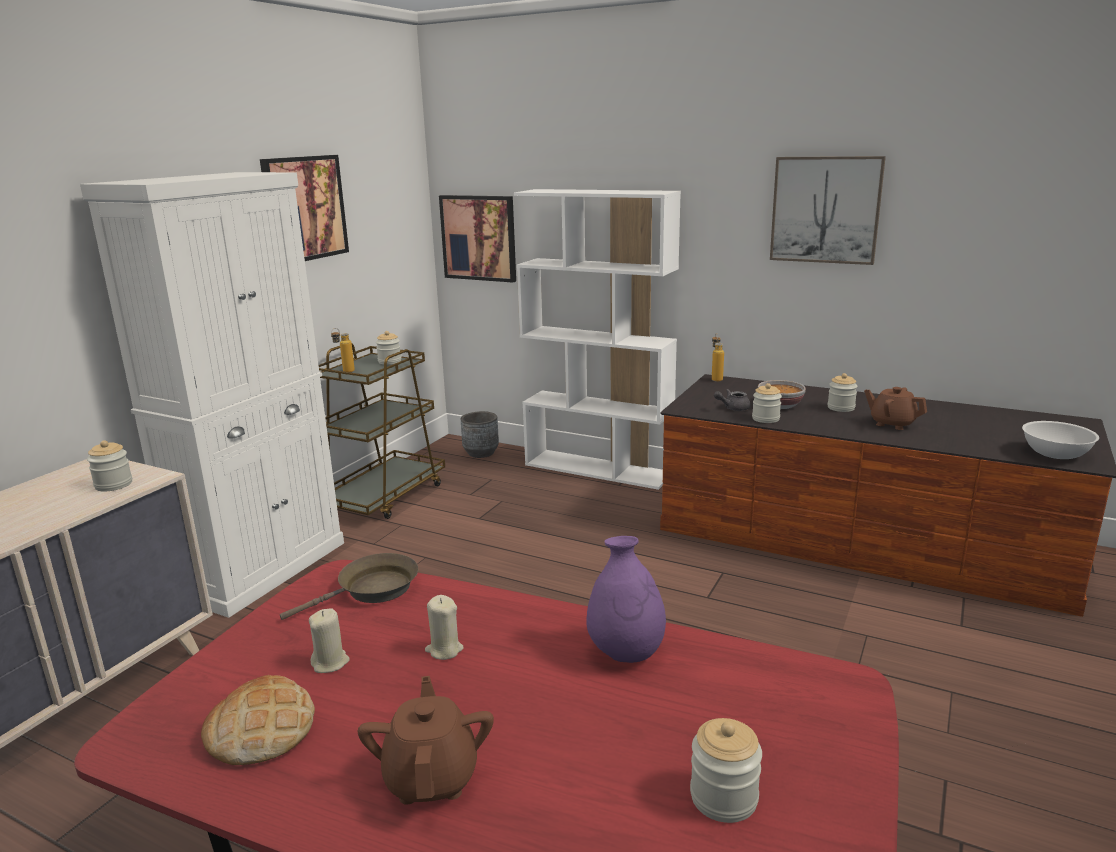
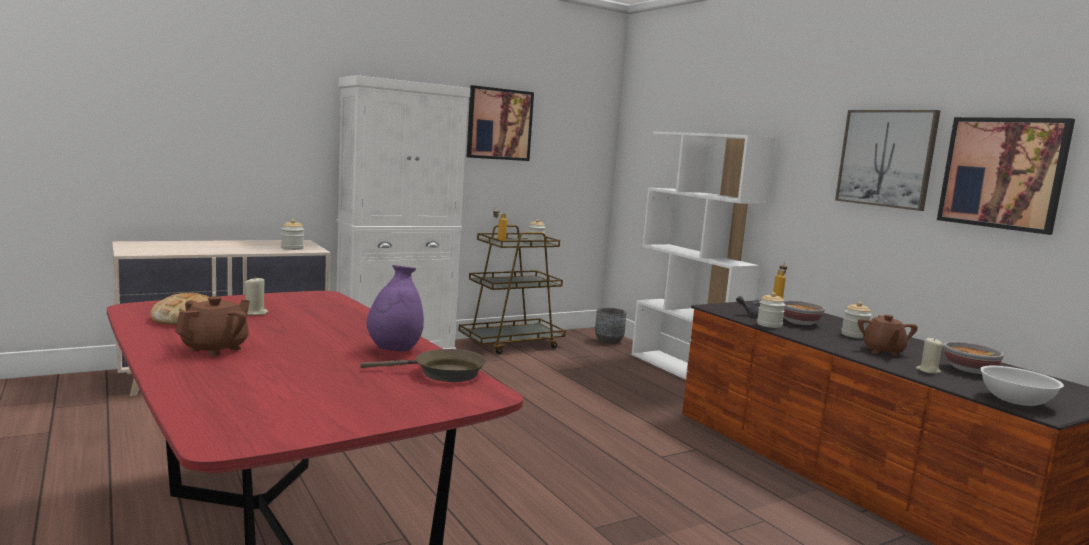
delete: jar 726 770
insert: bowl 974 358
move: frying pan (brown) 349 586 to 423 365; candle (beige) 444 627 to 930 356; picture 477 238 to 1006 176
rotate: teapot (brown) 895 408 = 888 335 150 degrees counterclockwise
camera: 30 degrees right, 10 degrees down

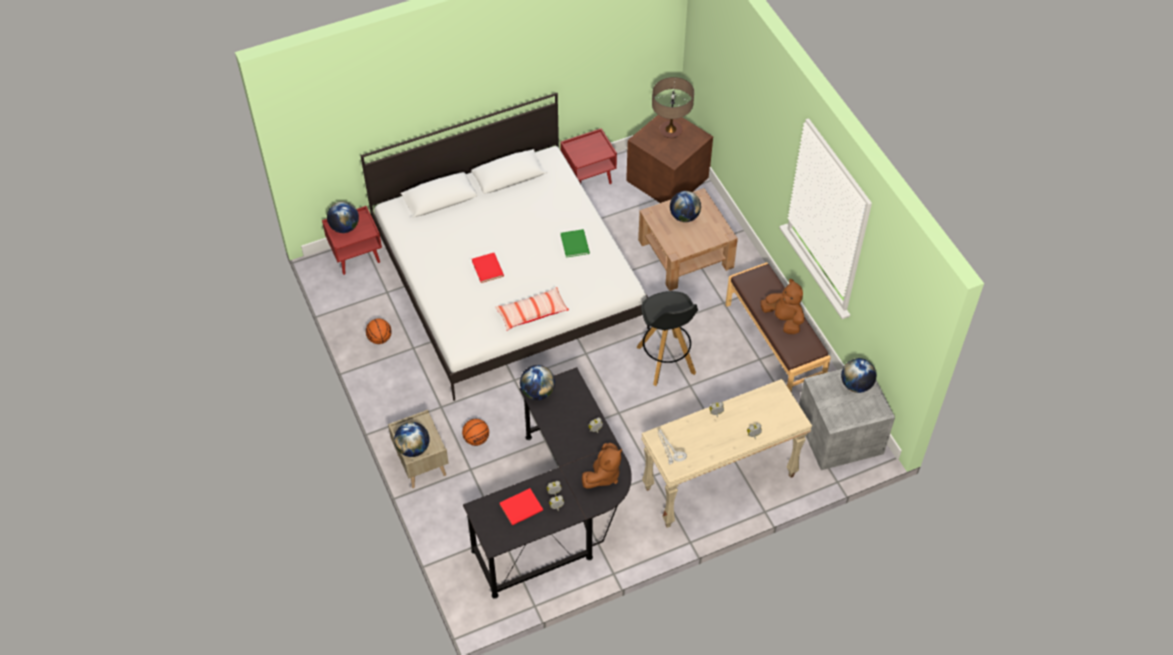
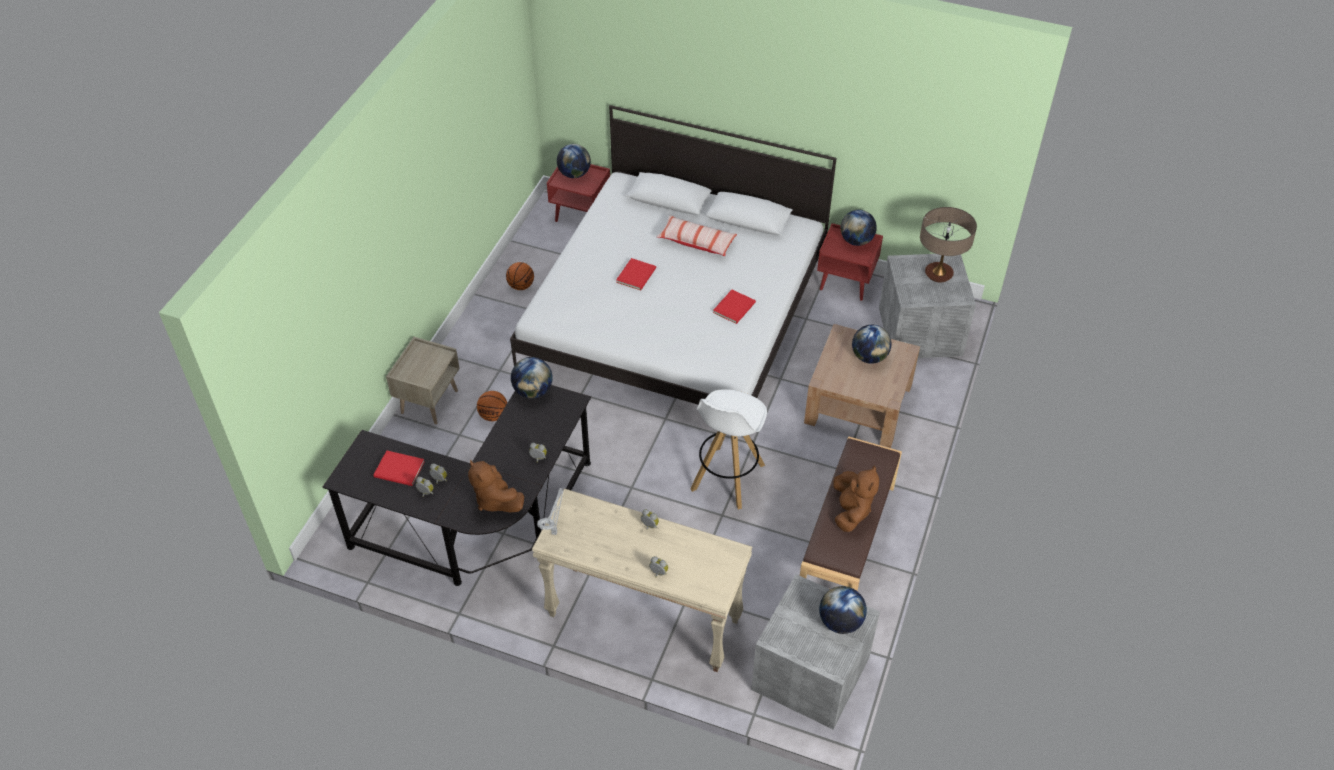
move: globe 411 439 to 859 228; pillow 532 309 to 697 235
recolor: book (green) 575 243 to book (red) 734 307; storage box (brown) 669 159 to storage box (grey) 927 306; stool (black) 667 338 to stool (white) 728 449
rotate: plush toy (brown) 602 465 = 496 486 60 degrees clockwise
camera: 45 degrees right, 5 degrees down

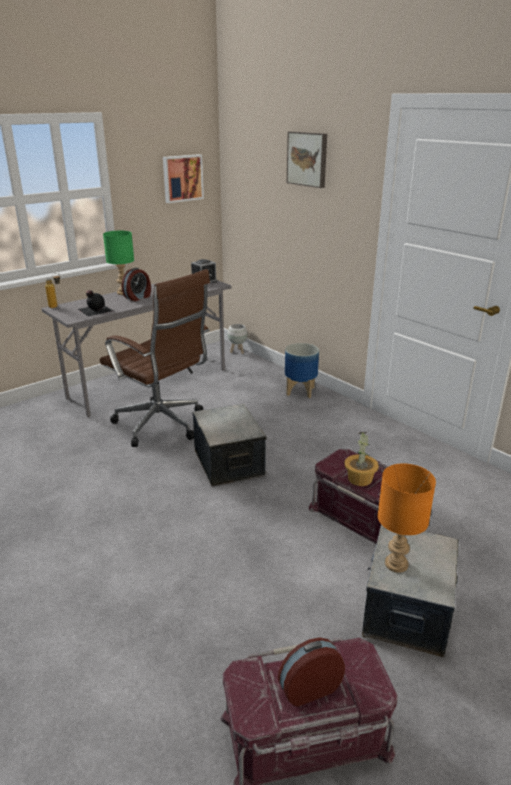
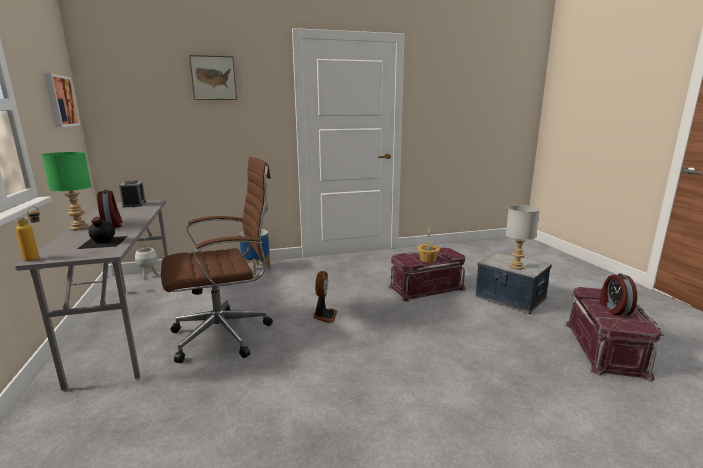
replace: storage box 230 445 to fan 325 297
recolor: table lamp (orange) 407 518 to table lamp (grey) 523 237
camera: 65 degrees left, 10 degrees down

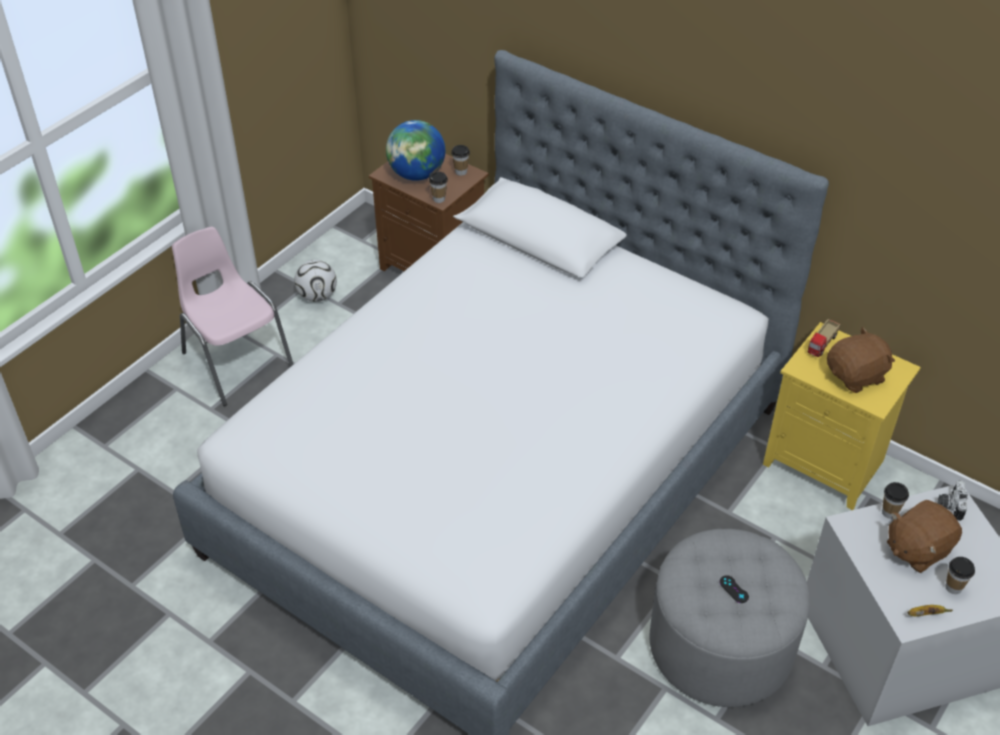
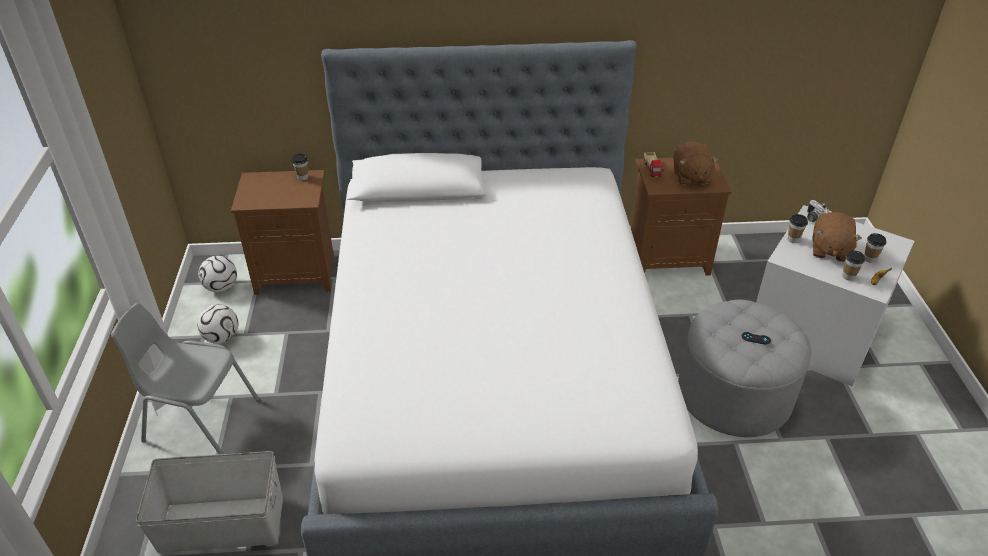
delete: globe 415 150
insert: storage box (grey) 209 502; football 217 274
move: cup 438 187 to 853 265
recolor: chair (pink) 232 316 to chair (grey) 185 378; nightstand (yellow) 842 416 to nightstand (brown) 681 216
rotate: plush toy (brown) 861 360 = 696 164 150 degrees clockwise
camera: 40 degrees left, 5 degrees down

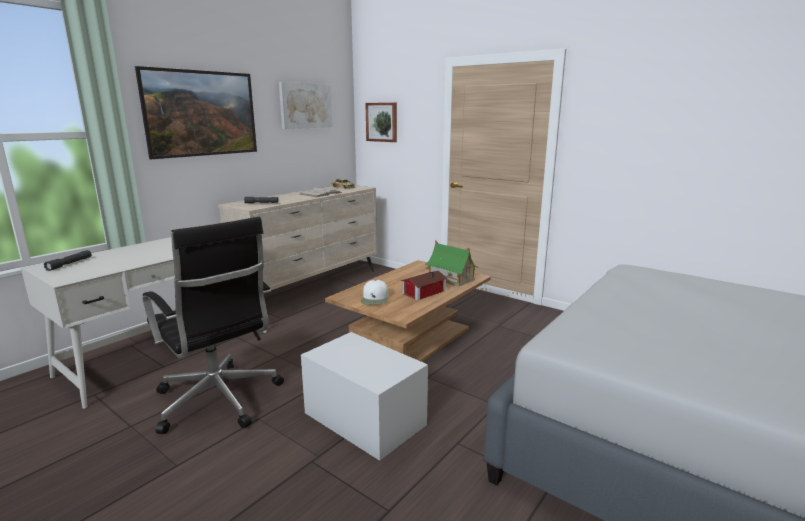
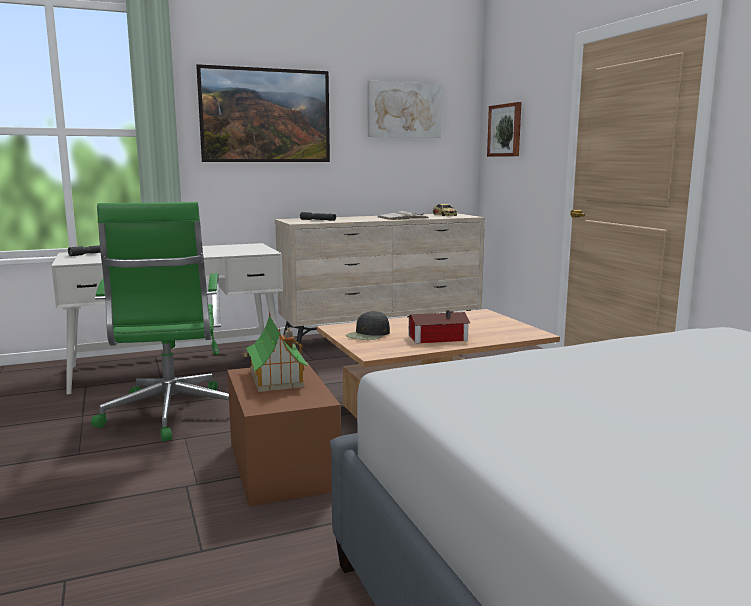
move: toy house 451 263 to 276 351
recolor: office chair (black) 213 325 to office chair (green) 160 322; storage box (white) 364 396 to storage box (brown) 284 434; cap (white) 374 292 to cap (black) 368 325
camera: 30 degrees right, 5 degrees down

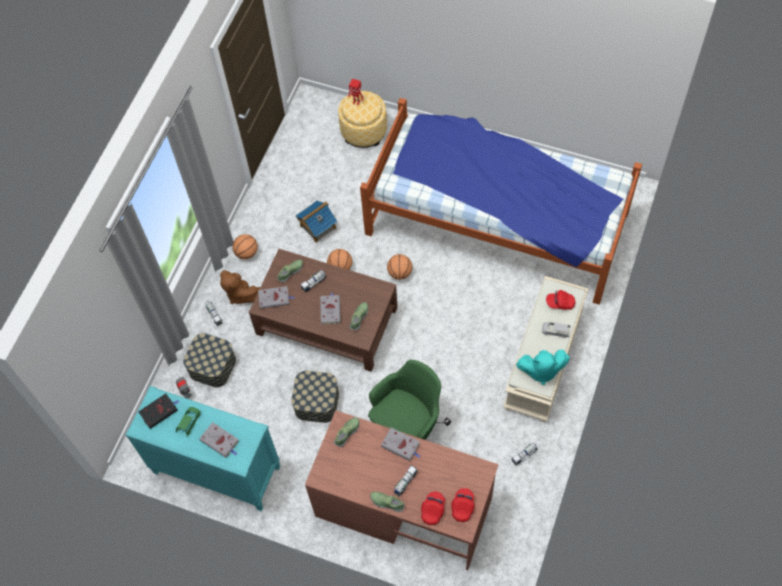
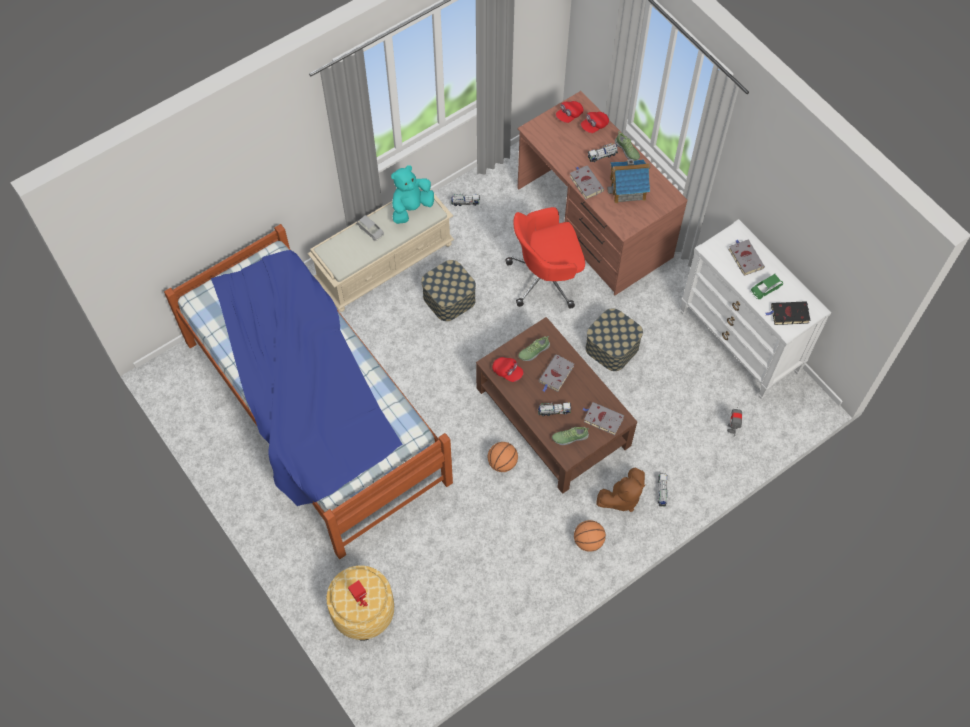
delete: shoe 347 432; basketball 400 267
move: storage box 209 360 to 448 290; toy house 316 221 to 628 181; cap (red) 560 300 to 508 369
recolor: dresser (turquoise) 202 449 to dresser (white) 755 309; office chair (green) 409 400 to office chair (red) 545 258
rotate: plush toy (brown) 240 287 = 620 490 75 degrees clockwise; plush toy (turquoise) 543 367 = 412 194 75 degrees counterclockwise
camera: 150 degrees left, 0 degrees up

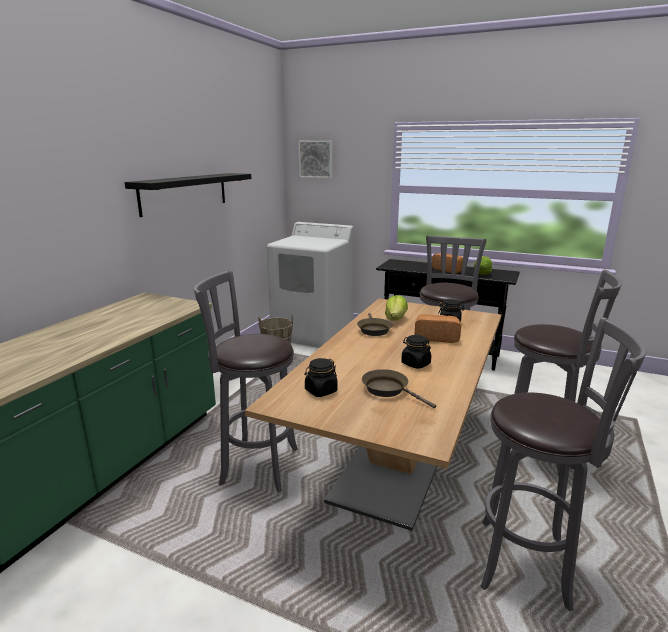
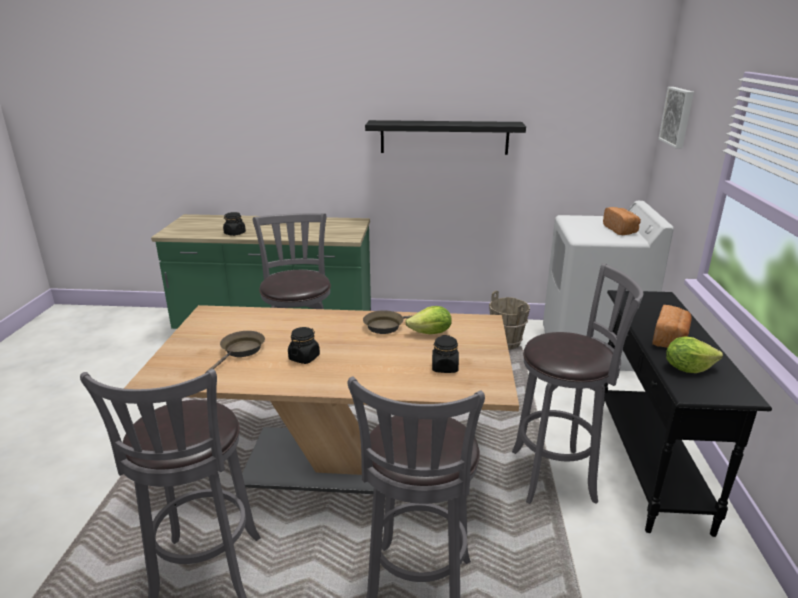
move: jar (black) 321 377 to 234 224; bread 437 328 to 622 221
camera: 70 degrees right, 5 degrees up

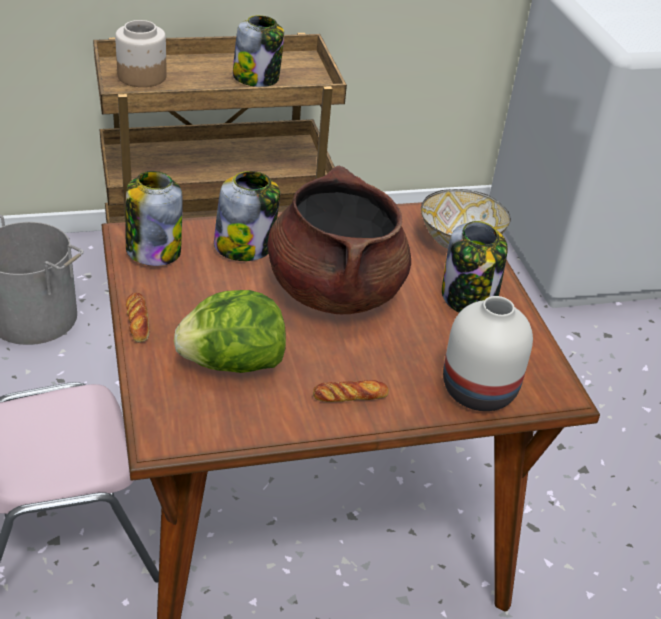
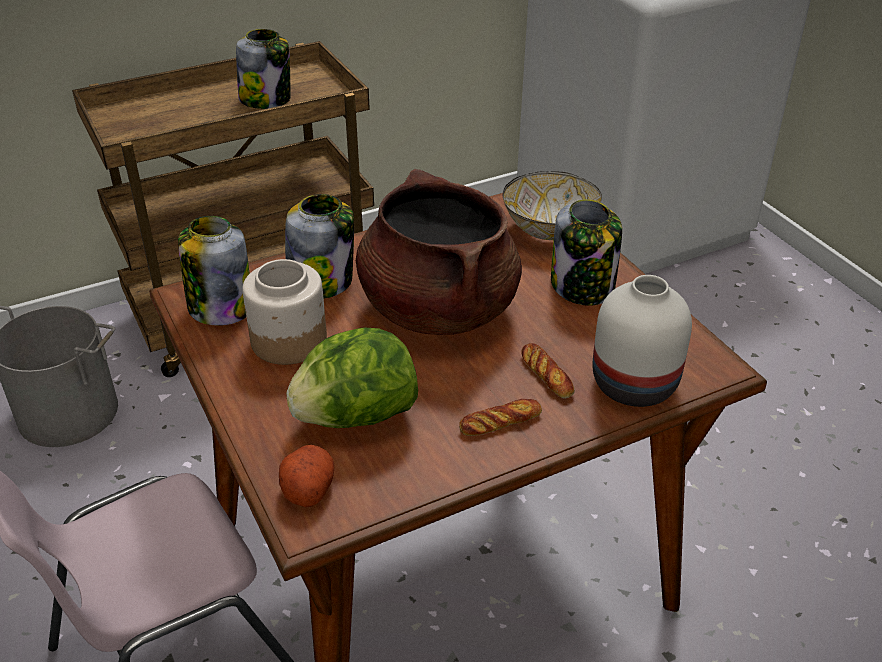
insert: potato 306 476
move: jar 141 53 to 284 312; bread 137 318 to 548 371
camera: 10 degrees left, 0 degrees up

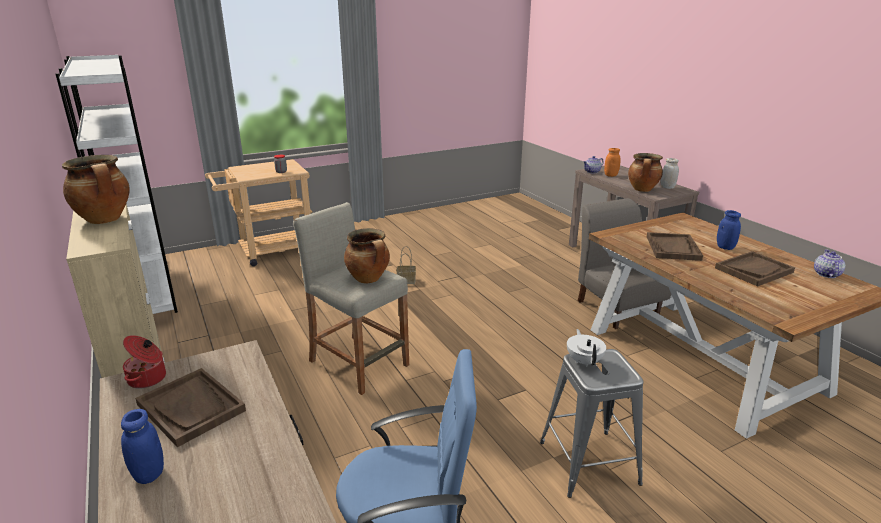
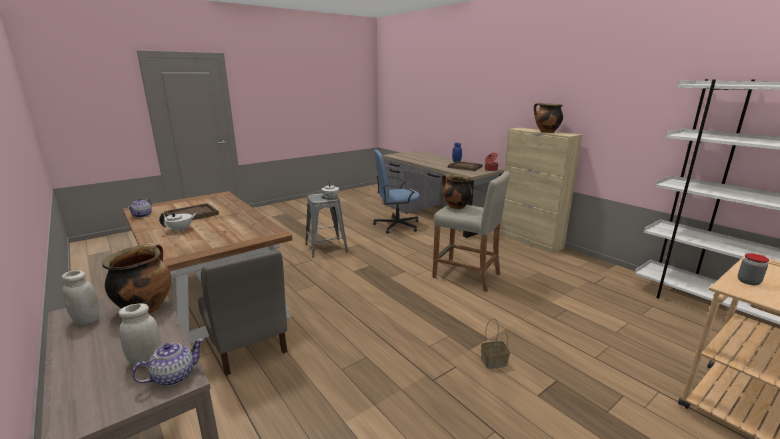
delete: tray (brown) 675 246
replace: jar (blue) 729 230 to teapot (white) 178 221
recolor: jar (orange) 612 162 to jar (white) 140 334
camera: 170 degrees right, 5 degrees down

